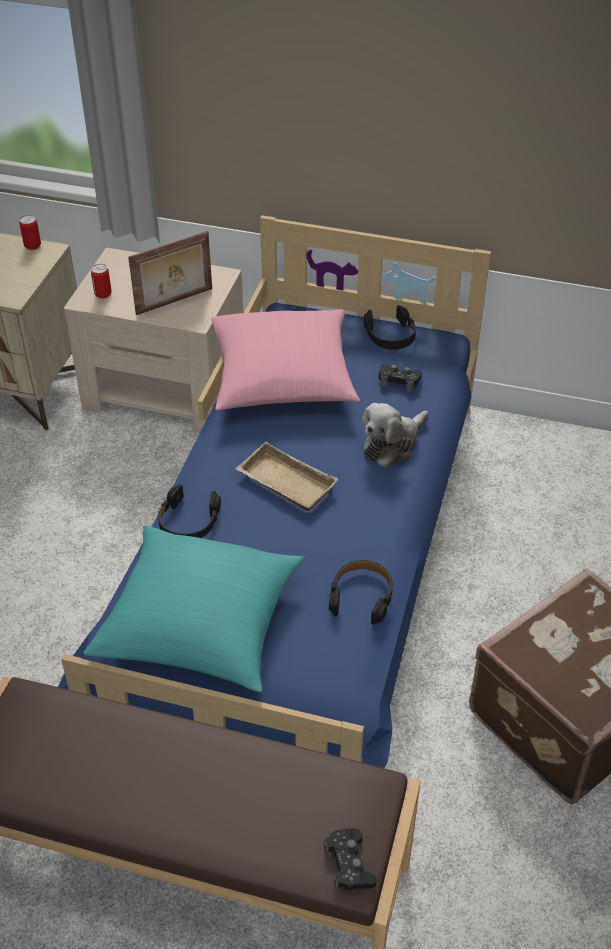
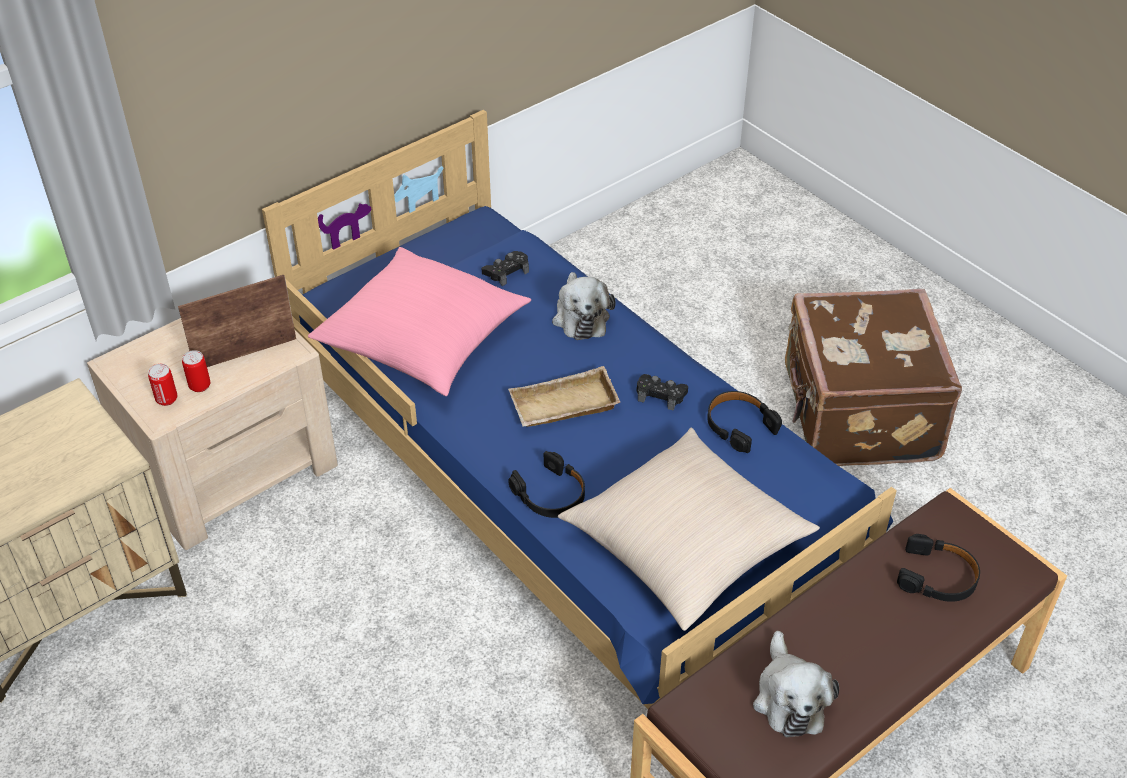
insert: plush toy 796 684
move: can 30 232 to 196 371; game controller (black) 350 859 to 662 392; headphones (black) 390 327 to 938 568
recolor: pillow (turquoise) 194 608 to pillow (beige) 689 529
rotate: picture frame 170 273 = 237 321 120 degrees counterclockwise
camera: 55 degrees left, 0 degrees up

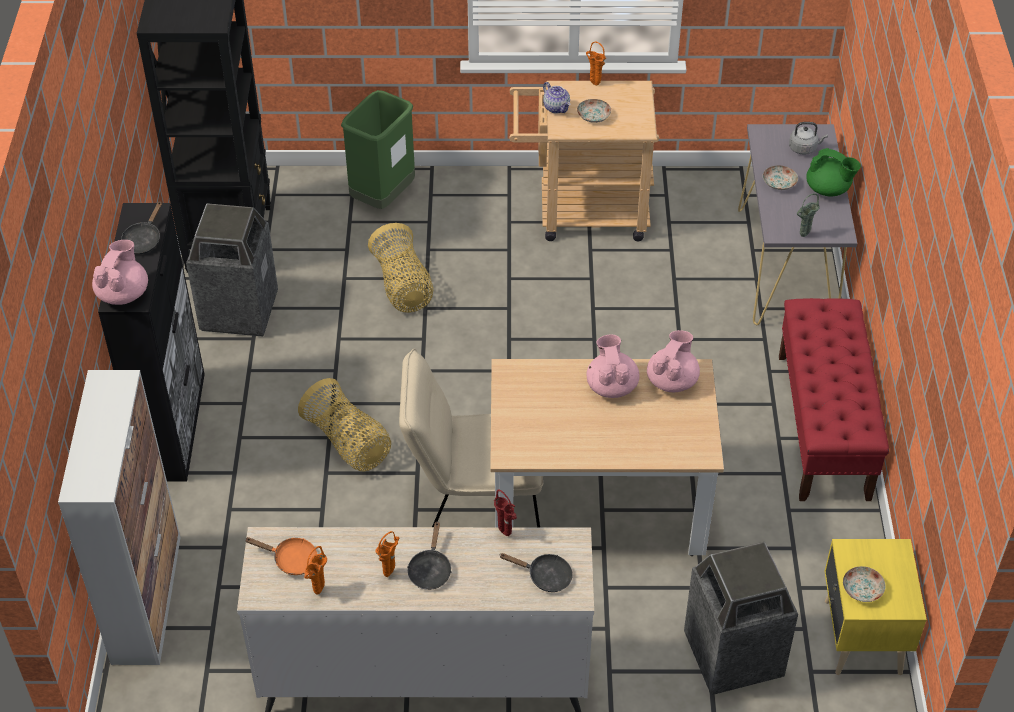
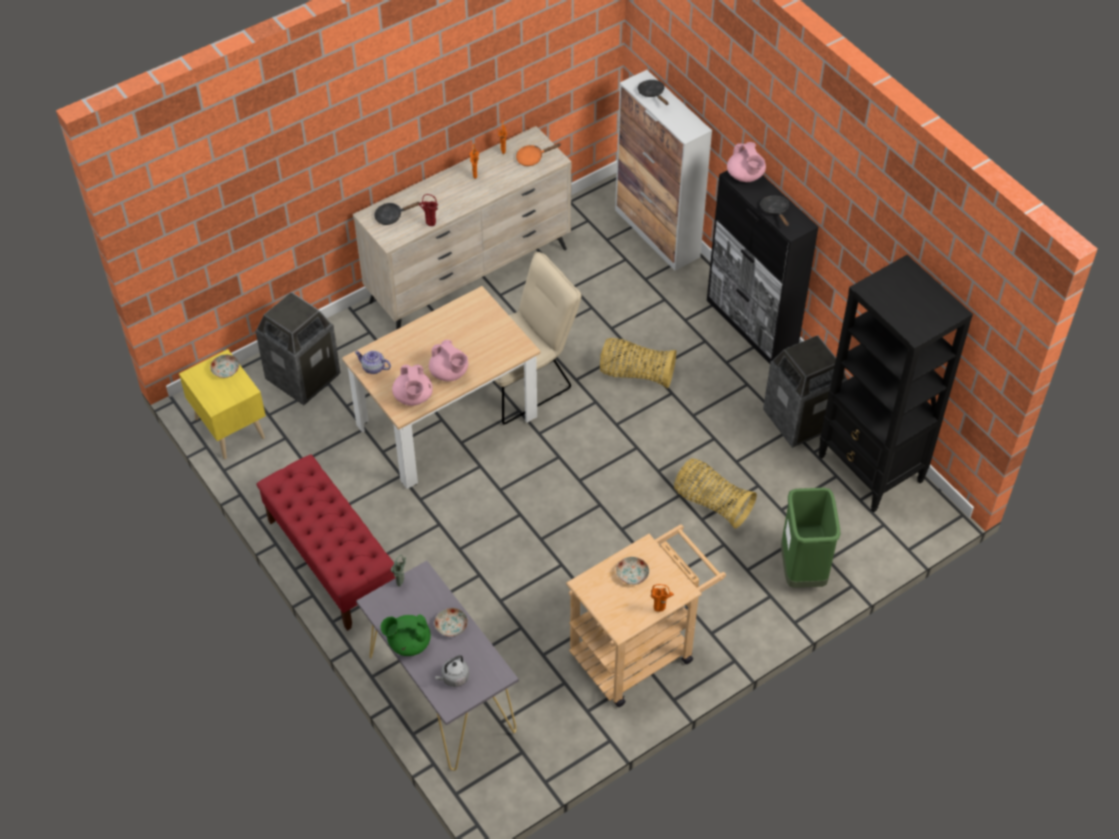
move: frying pan (black) 429 555 to 653 92; teapot 557 98 to 373 362
camera: 145 degrees right, 5 degrees up

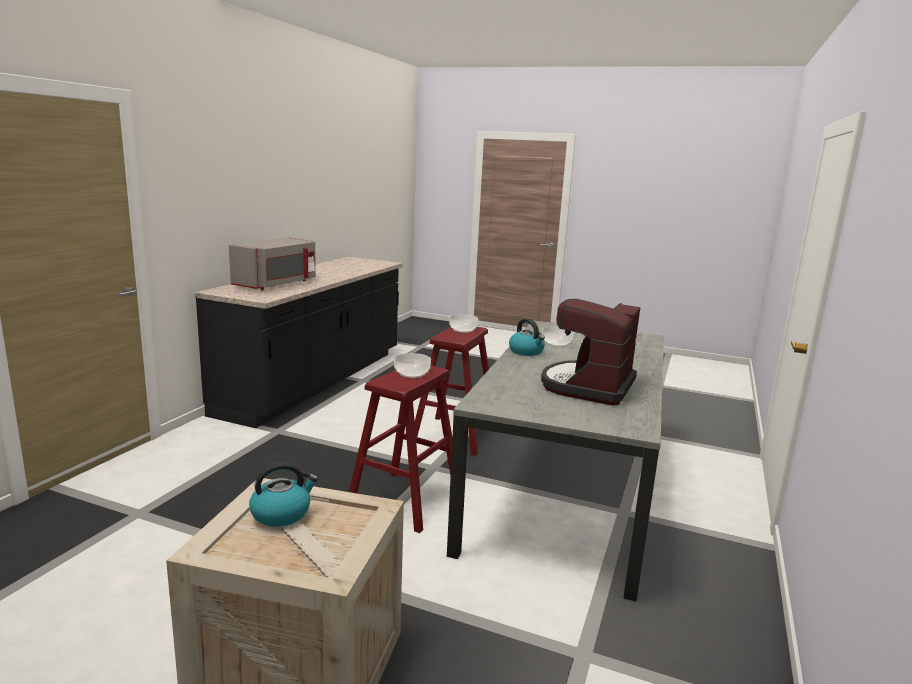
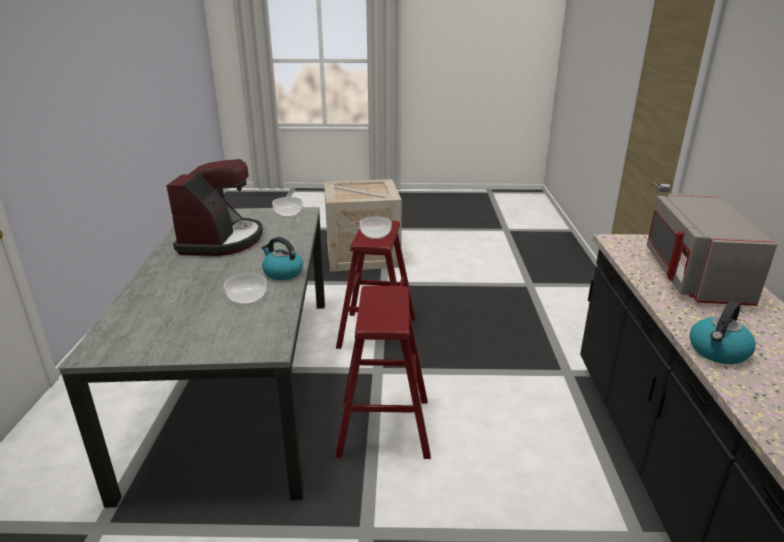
move: kettle 283 494 to 723 332; bowl 463 323 to 287 207
camera: 160 degrees right, 10 degrees up

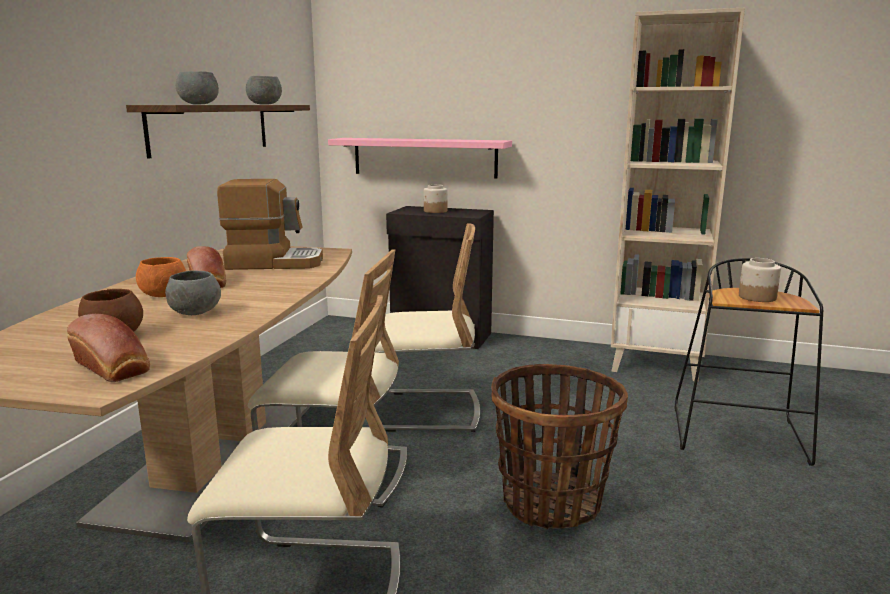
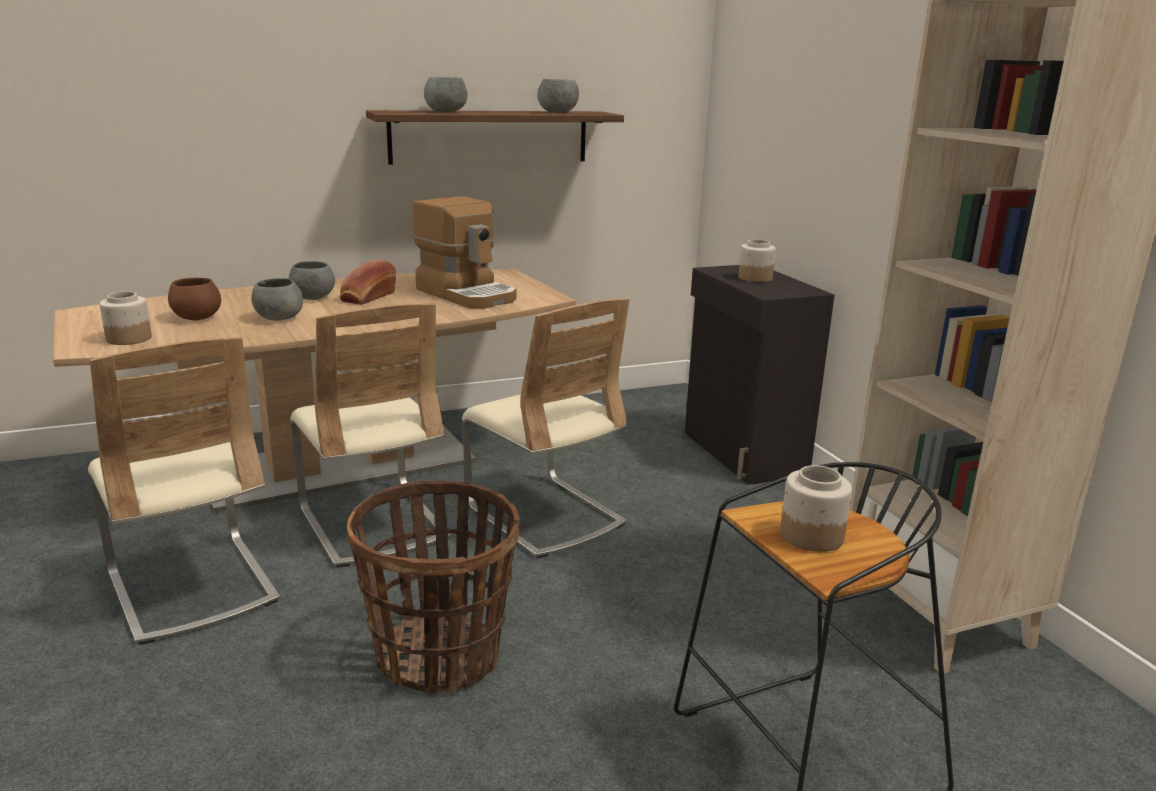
delete: shelf (pink) 420 158
replace: bread 108 348 to jar 126 318
recolor: bowl (orange) 161 277 to bowl (grey) 312 280
camera: 50 degrees right, 5 degrees up

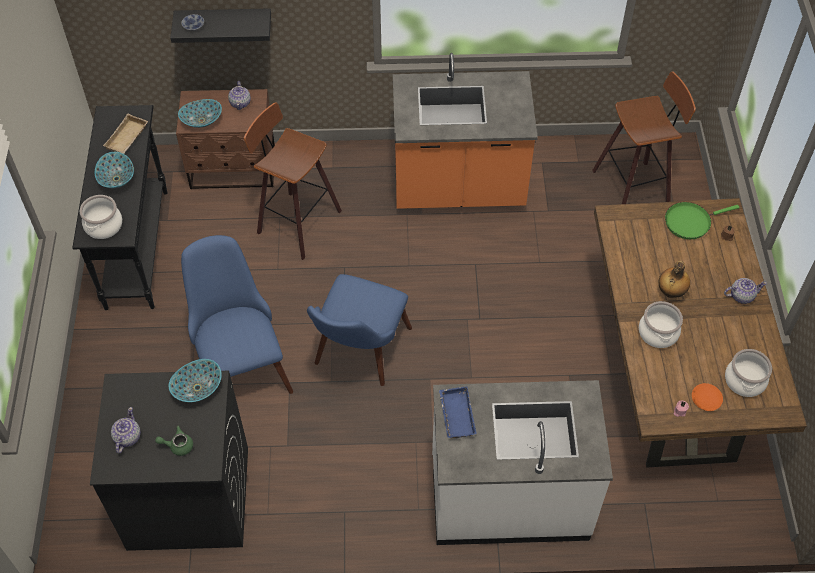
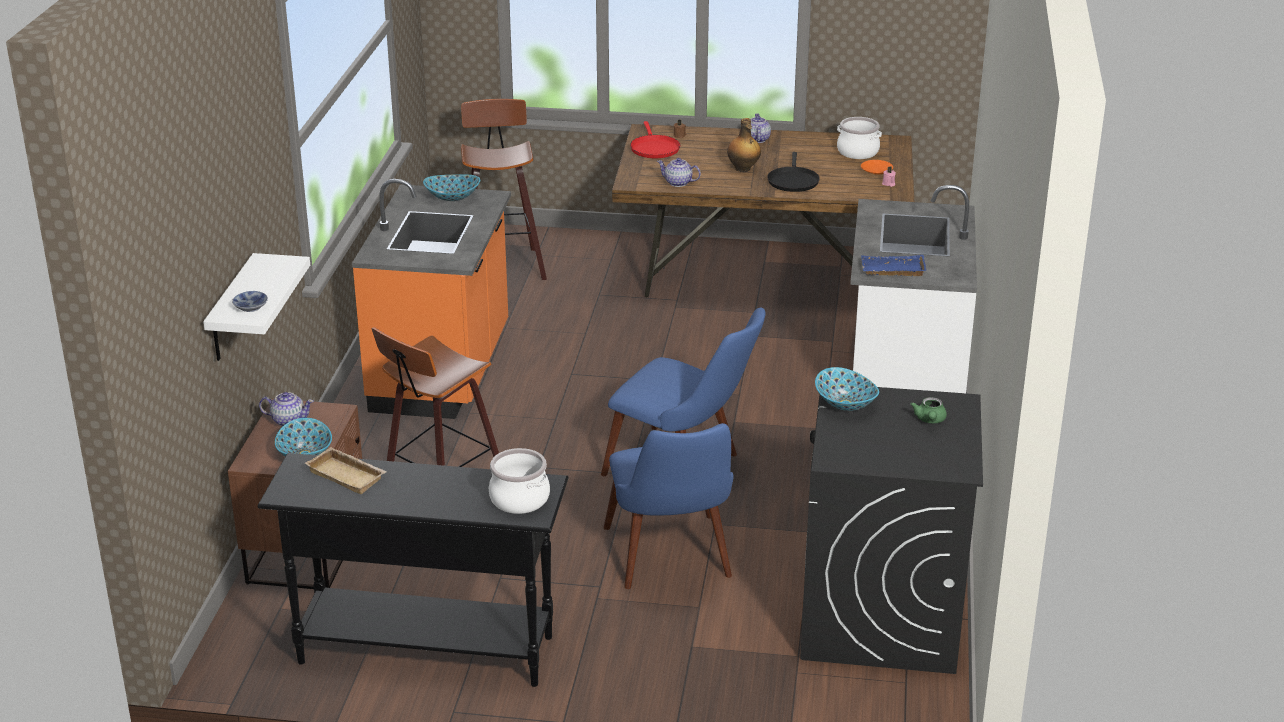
move: bowl 114 170 to 451 187; teapot 126 430 to 679 172
replace: cooking pot 661 324 to frying pan (black) 793 172
recolor: shelf (black) 220 25 to shelf (white) 256 307; frying pan (green) 702 220 to frying pan (red) 655 139
rotate: chair (blue) 237 314 = 669 506 90 degrees counterclockwise
camera: 80 degrees left, 25 degrees down

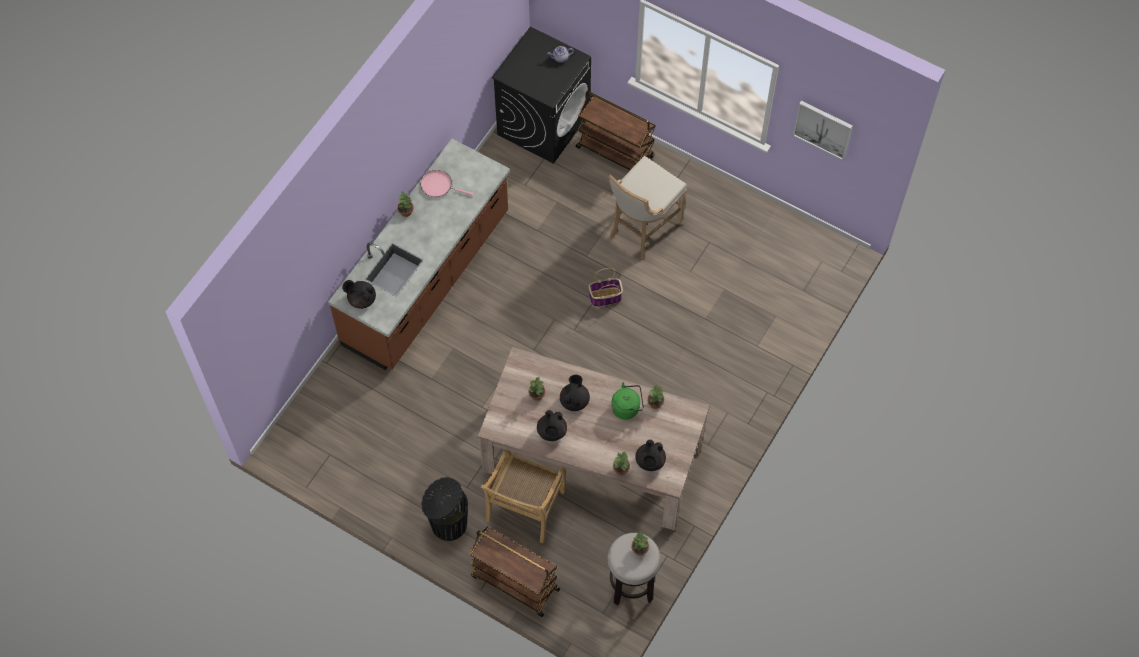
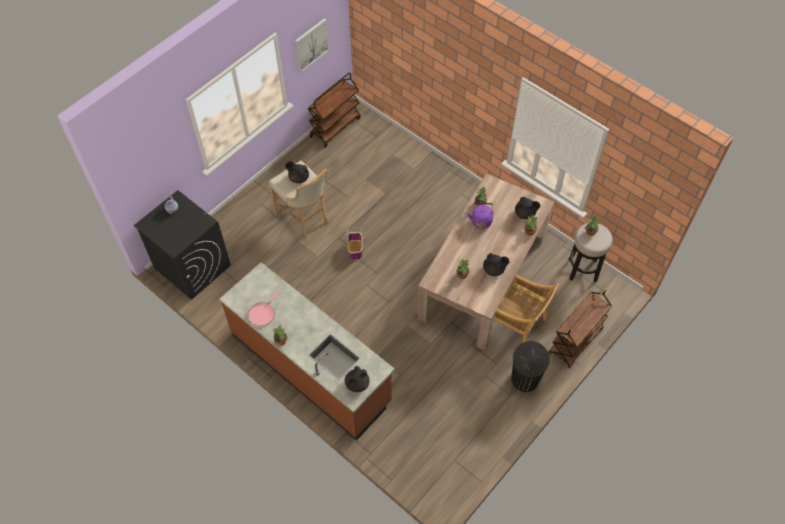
move: teapot (black) 575 393 to 297 172; cart (brown) 616 130 to 334 110
recolor: kettle (green) 627 401 to kettle (purple) 480 215
camera: 80 degrees left, 5 degrees down

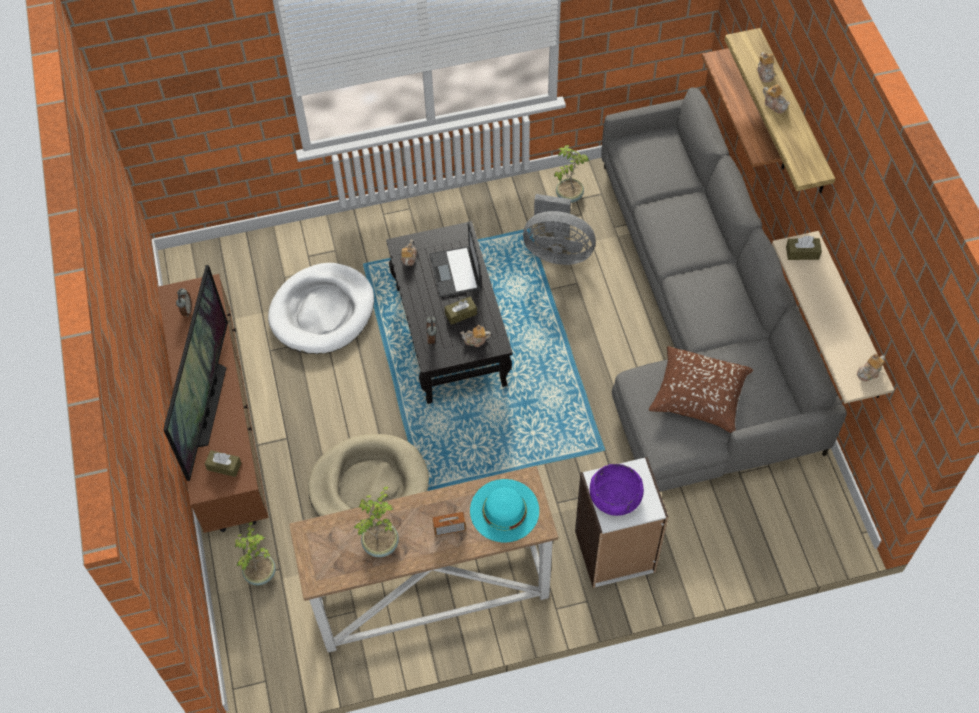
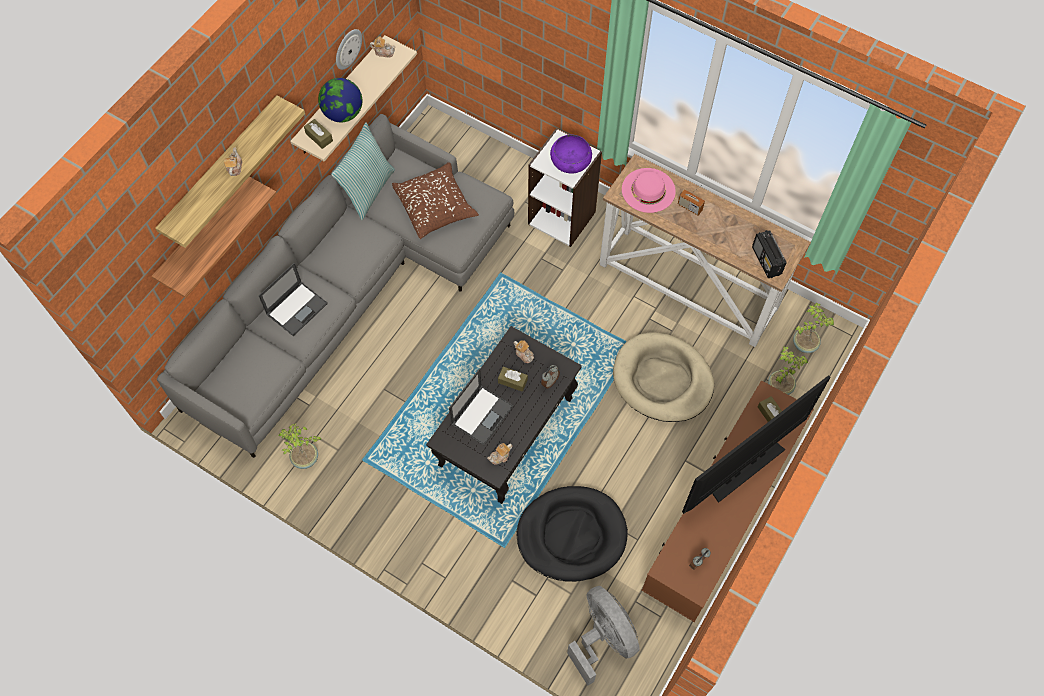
delete: teapot 766 67
insert: laptop 293 299; globe 340 100; pillow 363 171; wall clock 349 49; radio 769 254
move: potted plant 376 521 to 813 328; fan (grey) 559 229 to 603 636
recolor: dog bed (white) 321 308 to dog bed (black) 572 534; hat (turquoise) 504 510 to hat (pink) 649 190
camera: 135 degrees left, 5 degrees up

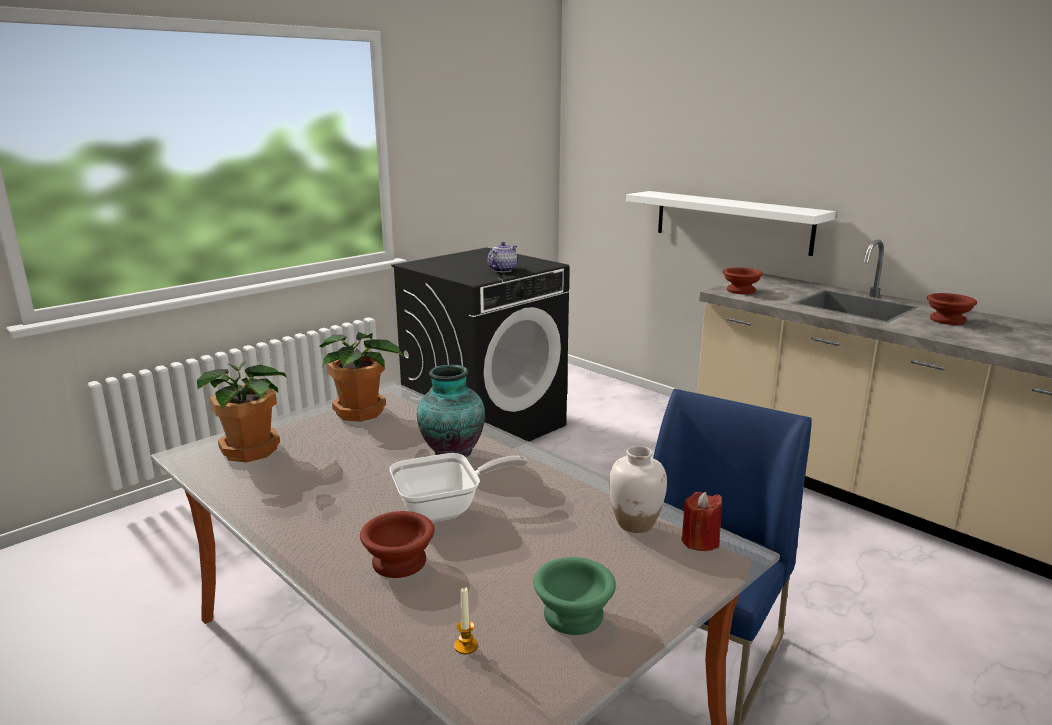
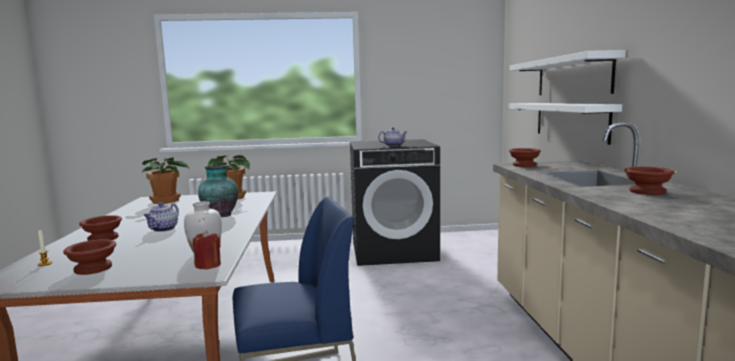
insert: shelf (white) 567 72
replace: frying pan 459 487 to teapot 161 217
recolor: bowl (green) 574 596 to bowl (brown) 89 257
camera: 40 degrees right, 10 degrees down

